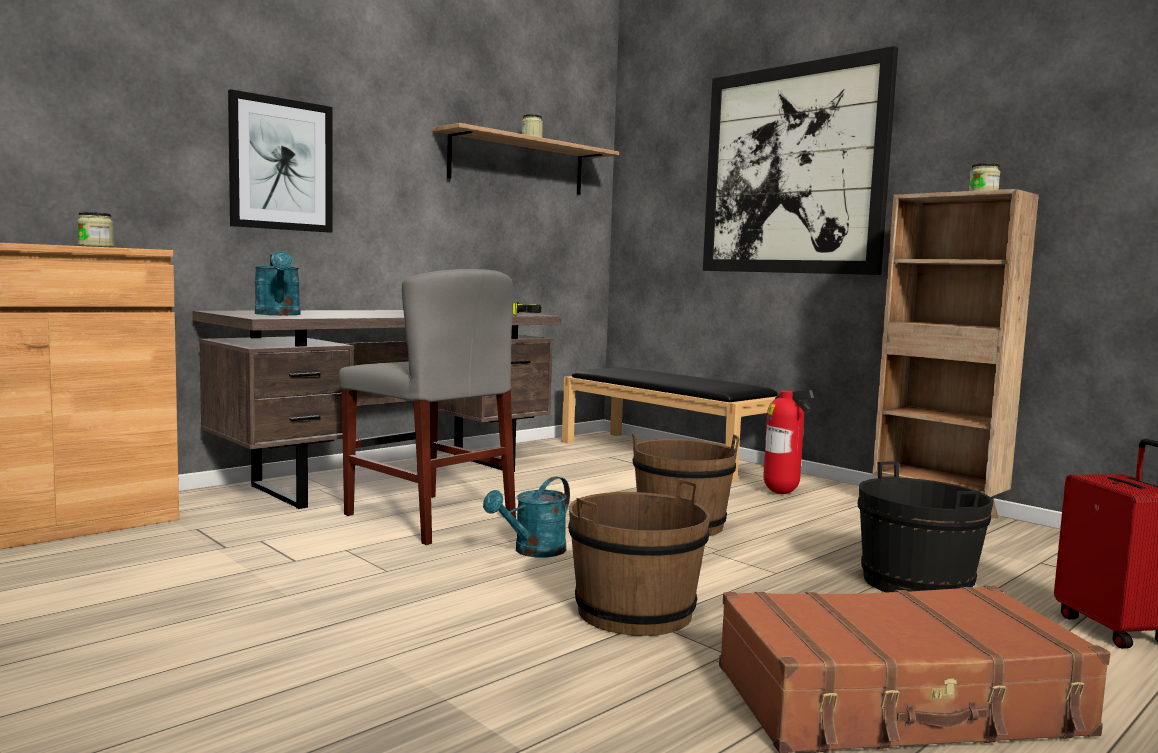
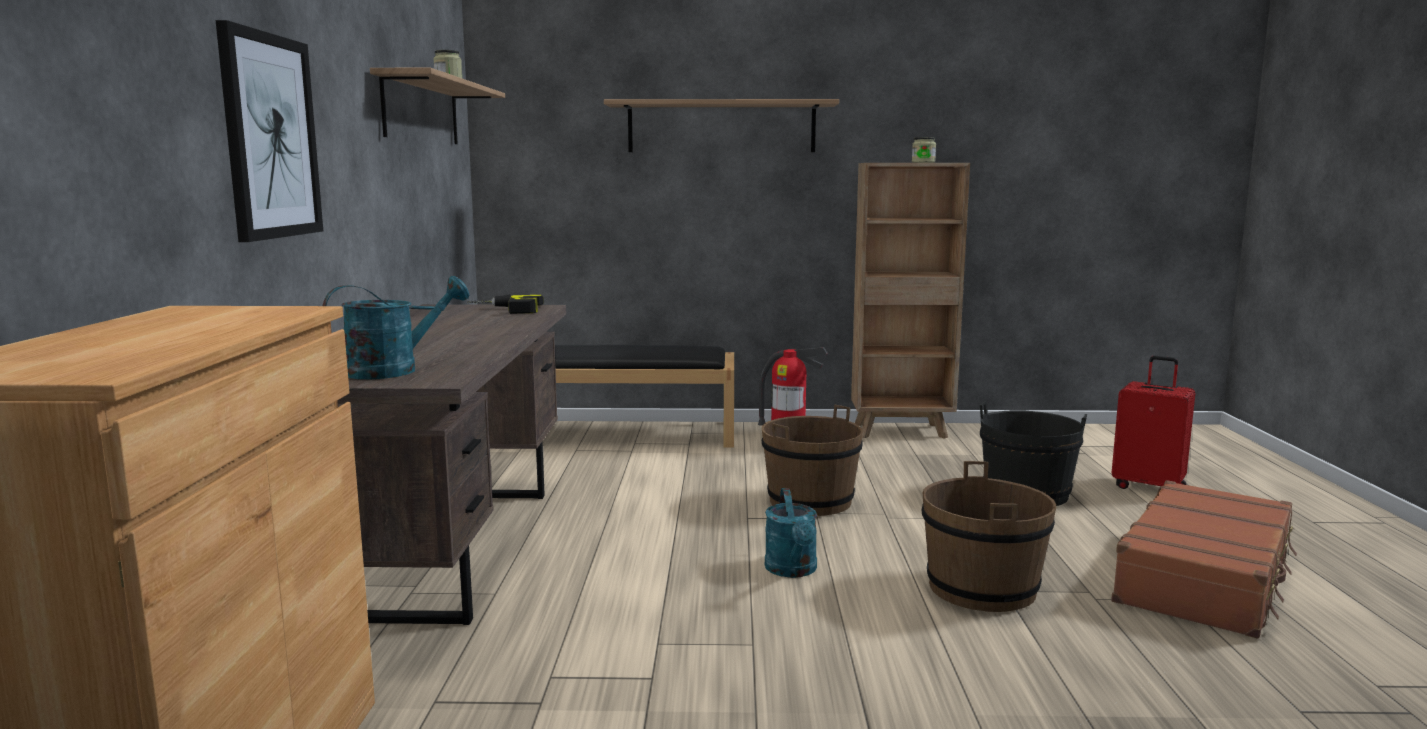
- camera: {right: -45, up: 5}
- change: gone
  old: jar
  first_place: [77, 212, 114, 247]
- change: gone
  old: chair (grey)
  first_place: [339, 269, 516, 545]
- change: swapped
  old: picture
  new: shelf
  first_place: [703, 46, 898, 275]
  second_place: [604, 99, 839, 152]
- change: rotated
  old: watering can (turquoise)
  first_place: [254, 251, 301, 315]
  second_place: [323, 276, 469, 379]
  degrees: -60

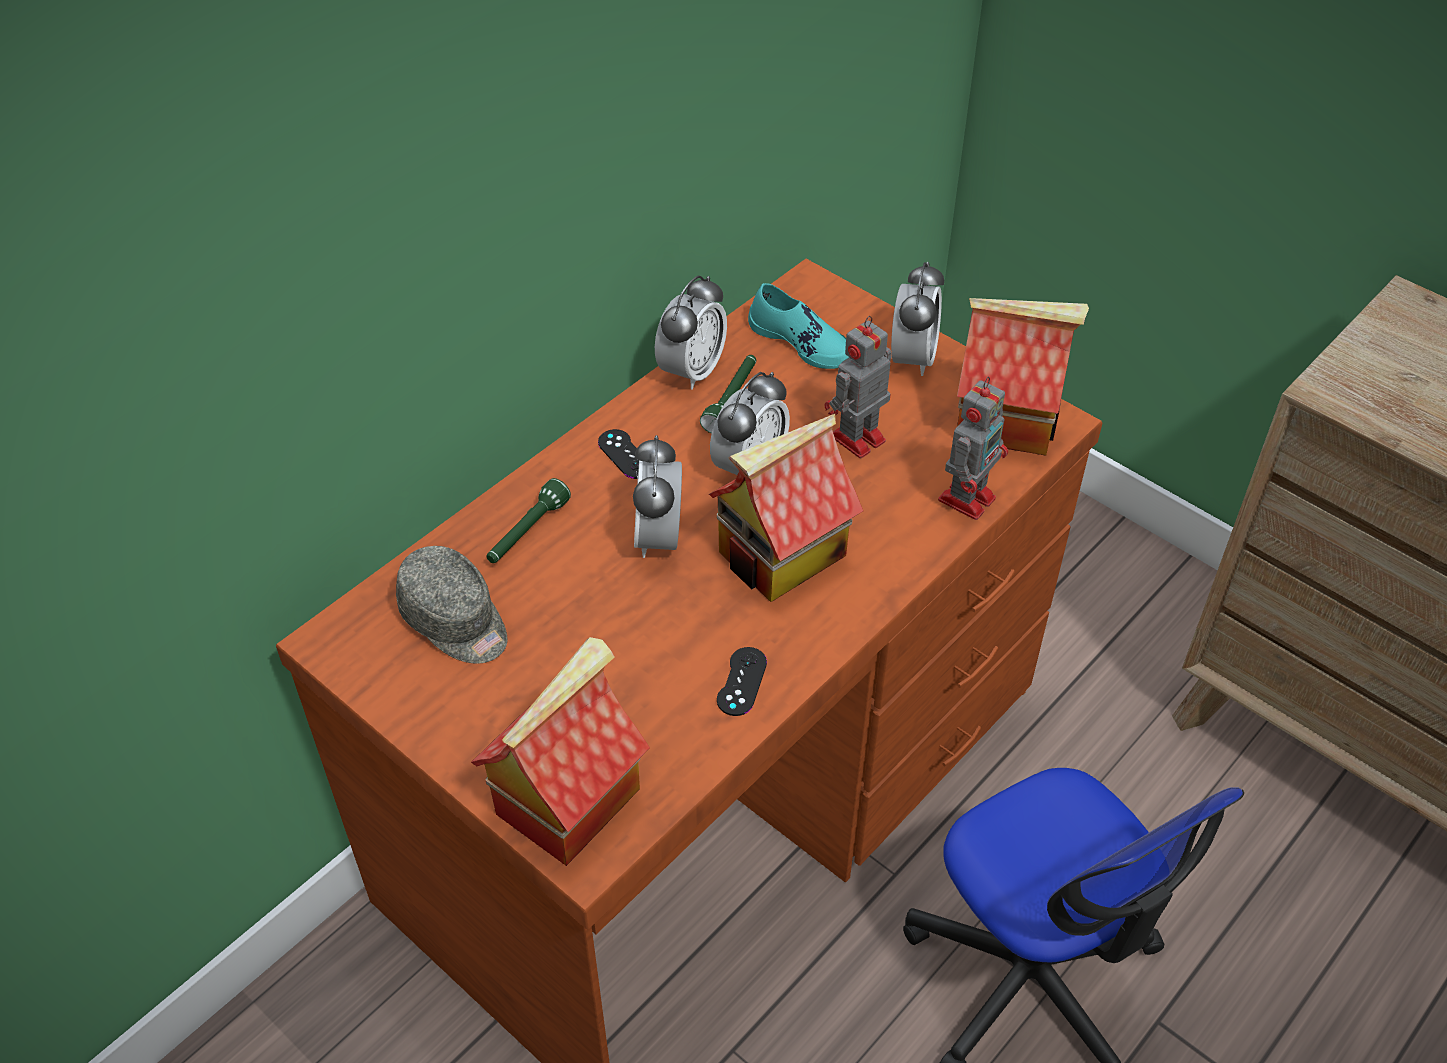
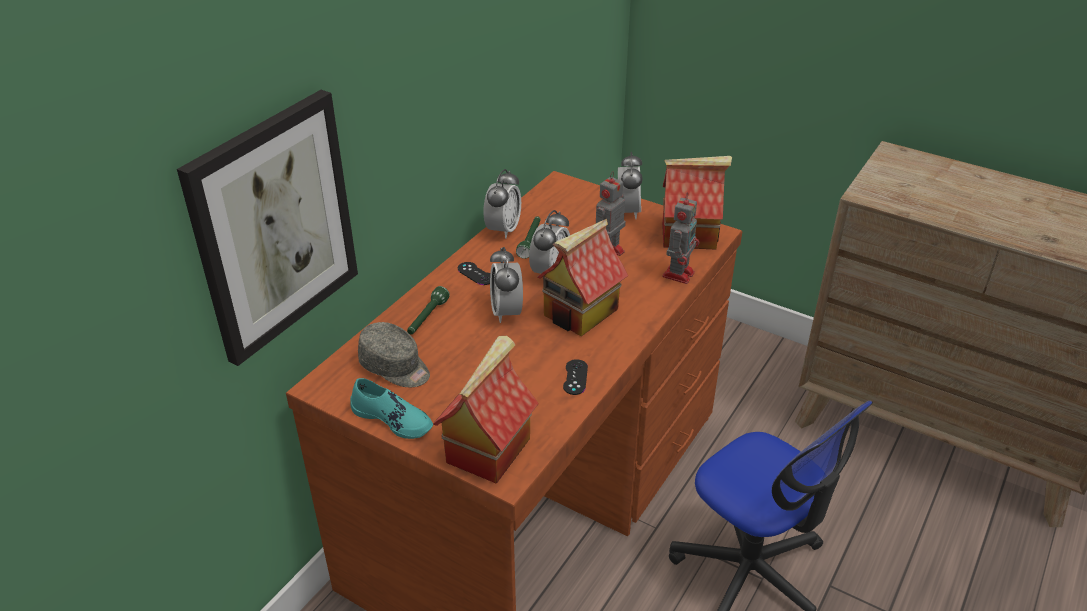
- camera: {right: -10, up: -10}
- change: new
  new: picture
  second_place: [177, 90, 358, 366]
- change: shifted
  old: shoe (turquoise)
  first_place: [748, 283, 848, 369]
  second_place: [350, 378, 433, 439]

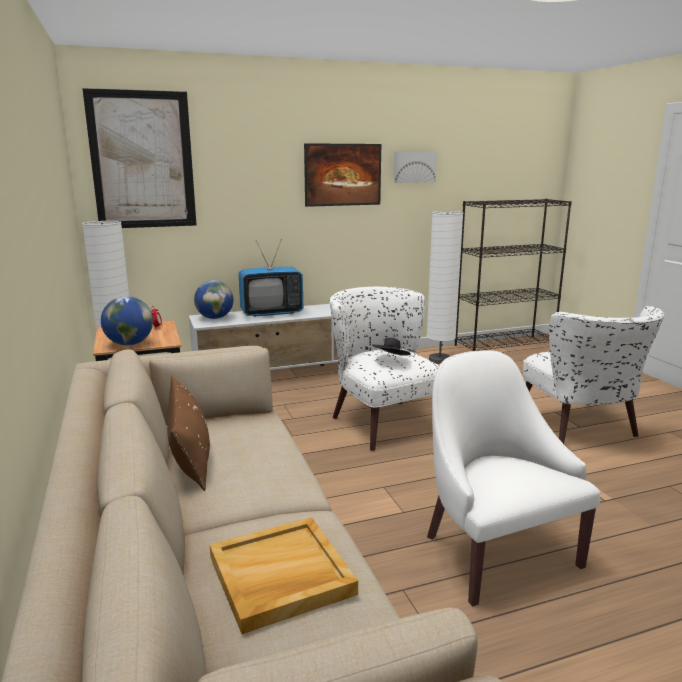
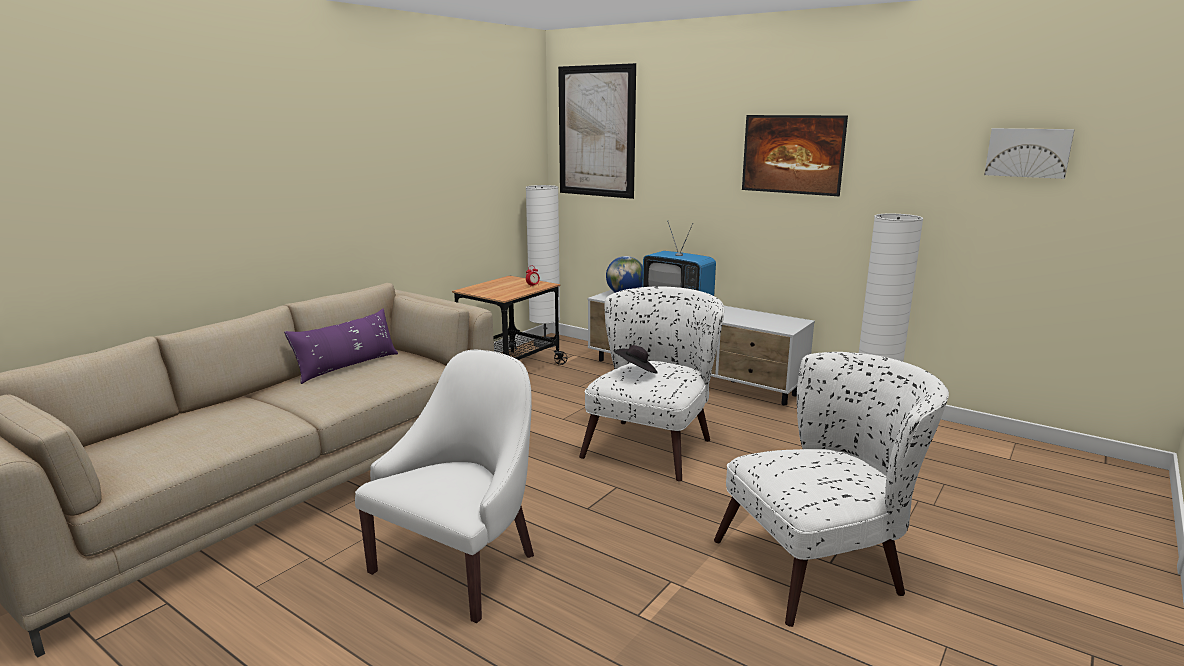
- camera: {right: 55, up: 0}
- change: gone
  old: globe
  first_place: [101, 296, 153, 345]
- change: gone
  old: tray (beige)
  first_place: [210, 517, 358, 634]
- change: gone
  old: bookcase (black)
  first_place: [455, 199, 572, 351]
- change: shifted
  old: picture
  first_place: [394, 151, 437, 183]
  second_place: [984, 128, 1075, 179]
- change: repainted
  old: pillow (brown)
  new: pillow (purple)
  first_place: [167, 376, 210, 491]
  second_place: [284, 309, 398, 384]
- change: rotated
  old: armchair (white)
  first_place: [523, 306, 664, 444]
  second_place: [714, 352, 949, 627]
  degrees: -150

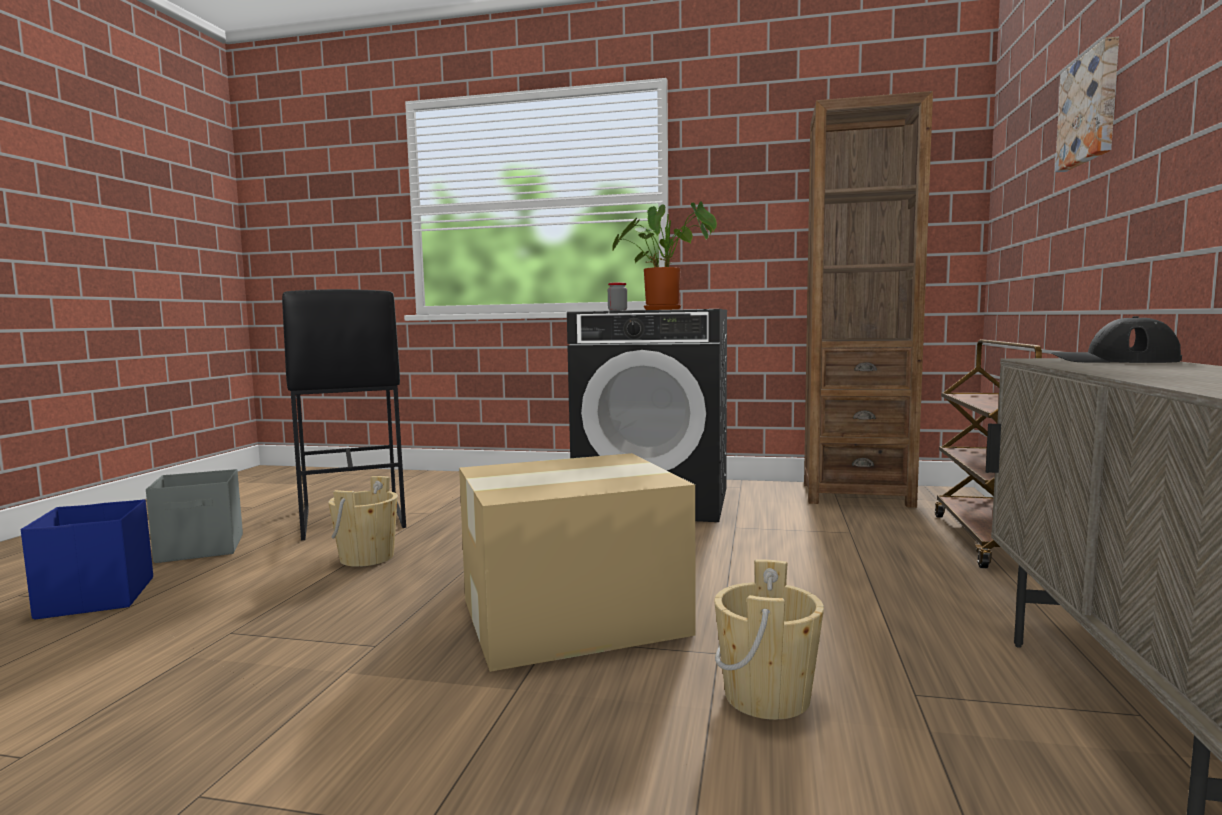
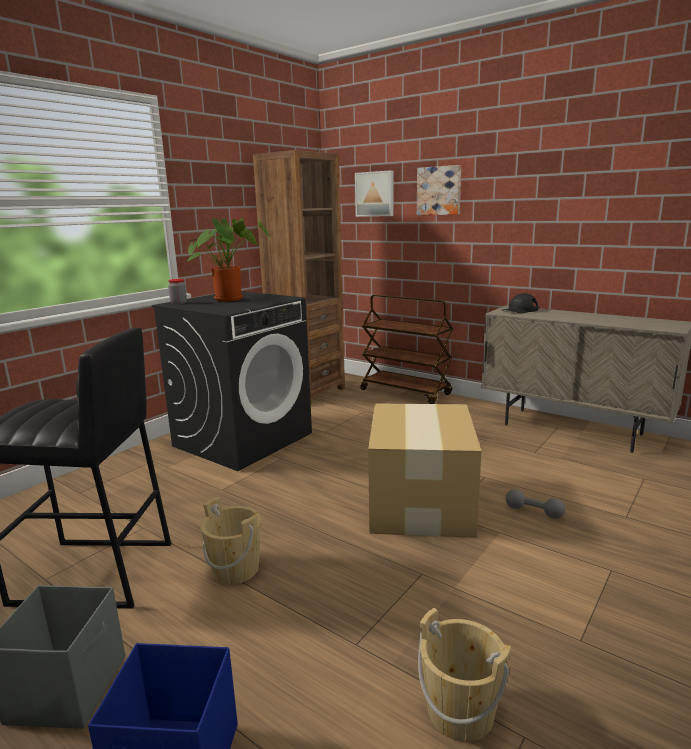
- camera: {right: -65, up: 10}
- change: new
  new: picture
  second_place: [355, 170, 393, 217]
- change: new
  new: dumbbell (grey)
  second_place: [506, 489, 565, 519]
- change: shifted
  old: bucket (beige)
  first_place: [714, 559, 824, 720]
  second_place: [418, 608, 511, 742]

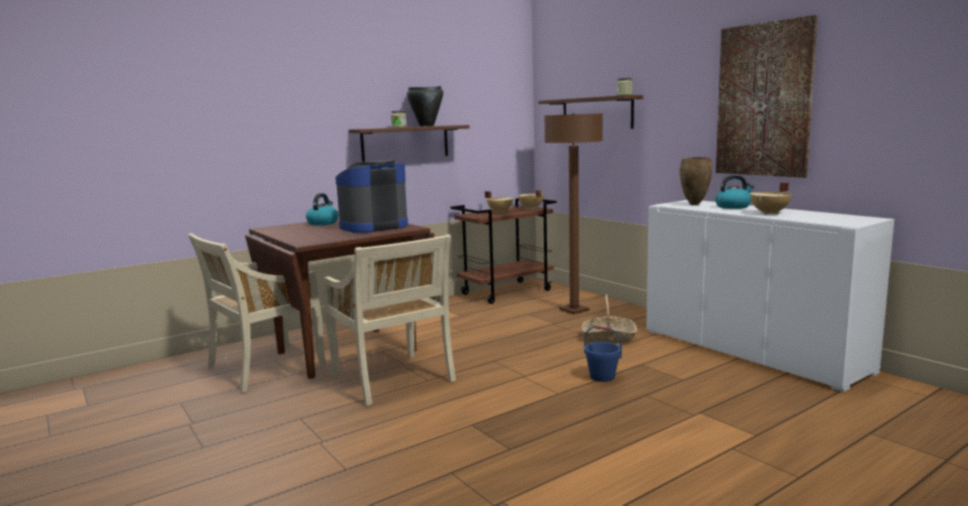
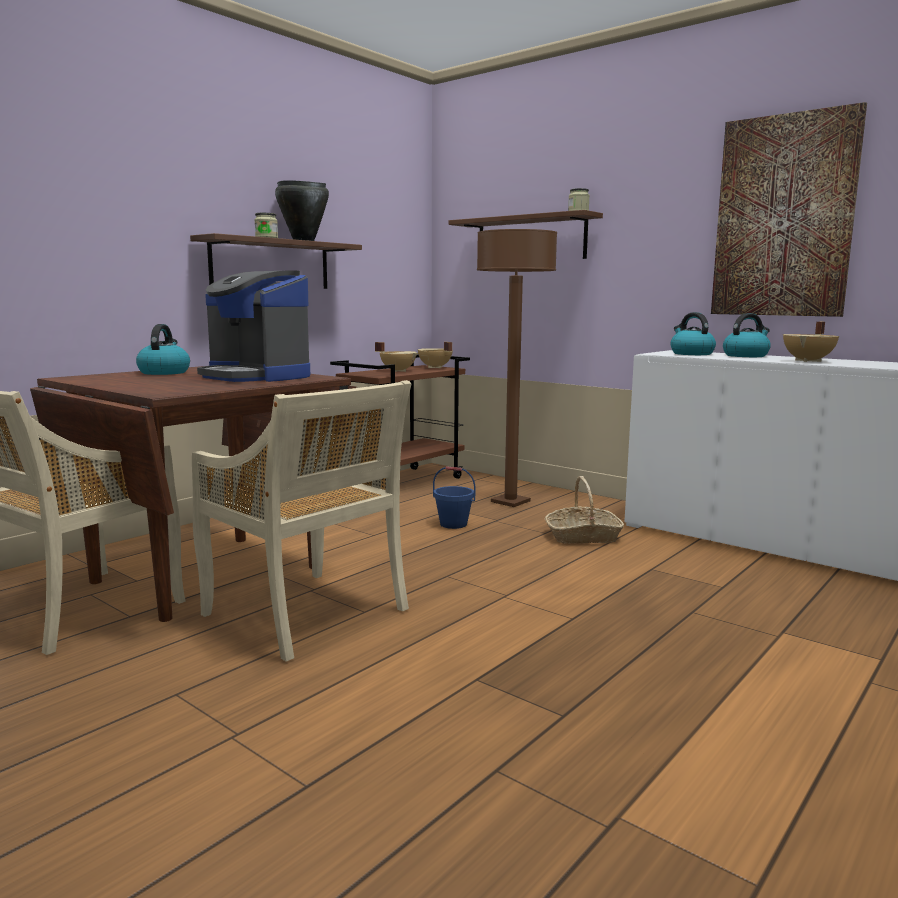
- camera: {right: -15, up: 0}
- change: shifted
  old: bucket (blue)
  first_place: [584, 326, 622, 382]
  second_place: [433, 466, 476, 529]
- change: swapped
  old: vase (brown)
  new: kettle
  first_place: [680, 157, 712, 205]
  second_place: [671, 312, 716, 355]
- change: rotated
  old: coffee machine
  first_place: [335, 160, 408, 233]
  second_place: [197, 270, 310, 382]
  degrees: -90

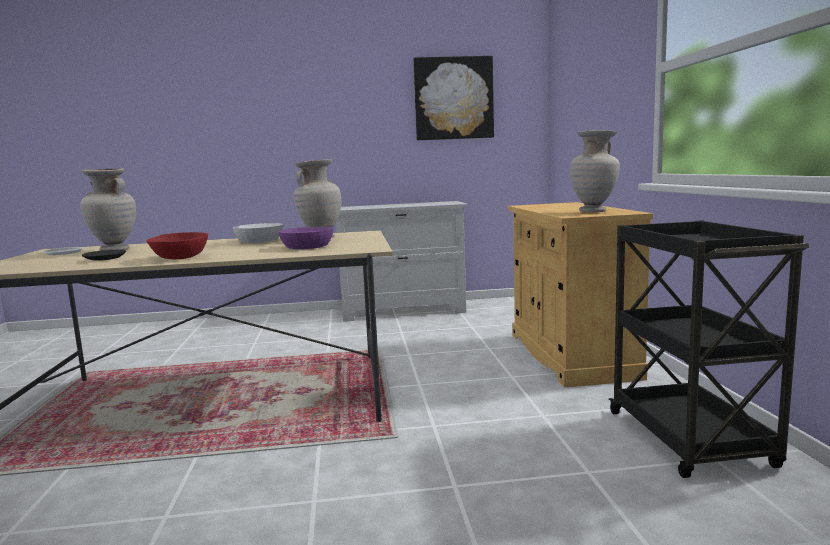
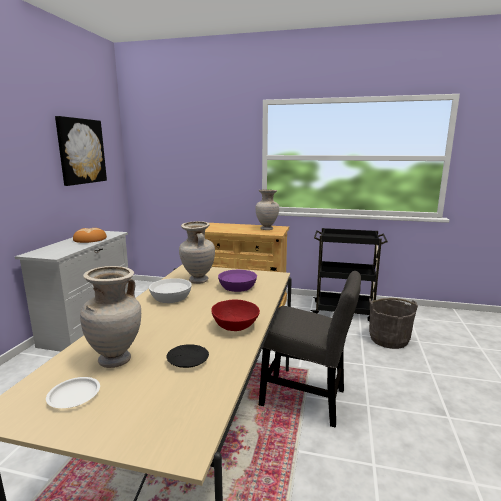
- camera: {right: -70, up: 5}
- change: new
  new: bread
  second_place: [73, 228, 107, 243]
- change: new
  new: chair (grey)
  second_place: [259, 271, 361, 428]
- change: new
  new: bucket (grey)
  second_place: [369, 298, 418, 349]

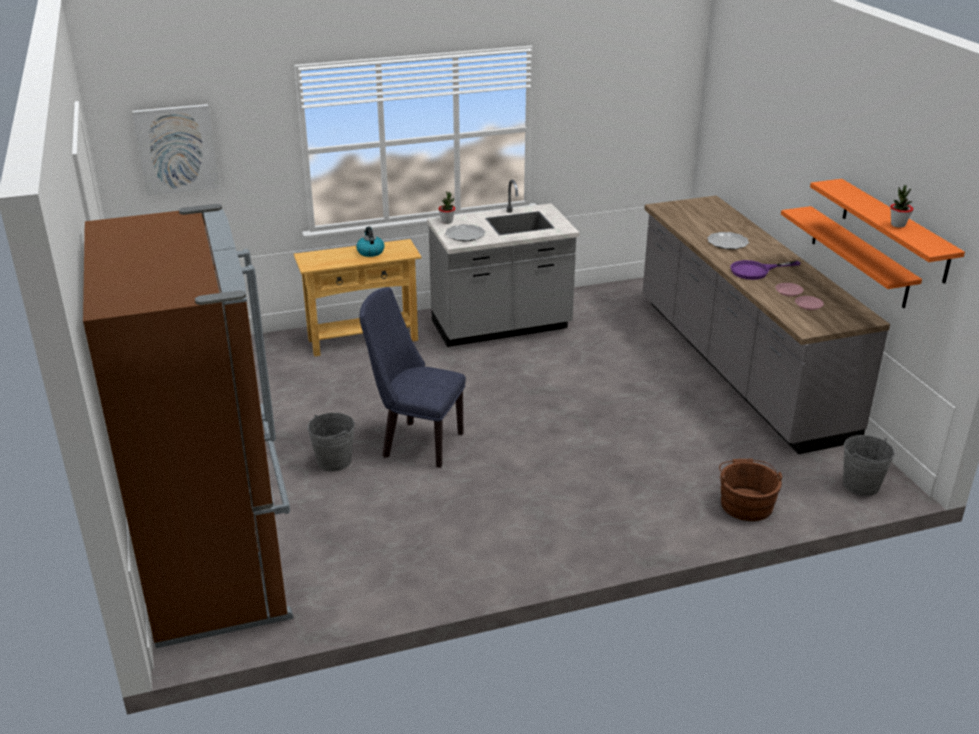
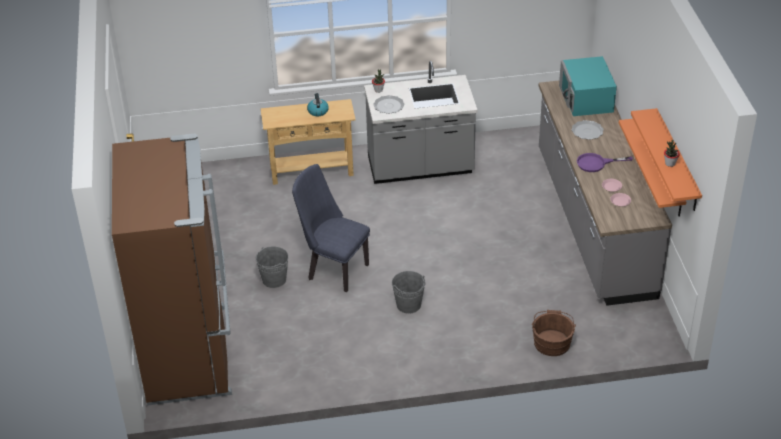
- camera: {right: 10, up: 10}
- change: gone
  old: picture
  first_place: [132, 104, 220, 196]
- change: new
  new: microwave (turquoise)
  second_place: [559, 56, 617, 116]
- change: shifted
  old: bucket (grey)
  first_place: [843, 435, 895, 496]
  second_place: [392, 271, 425, 314]

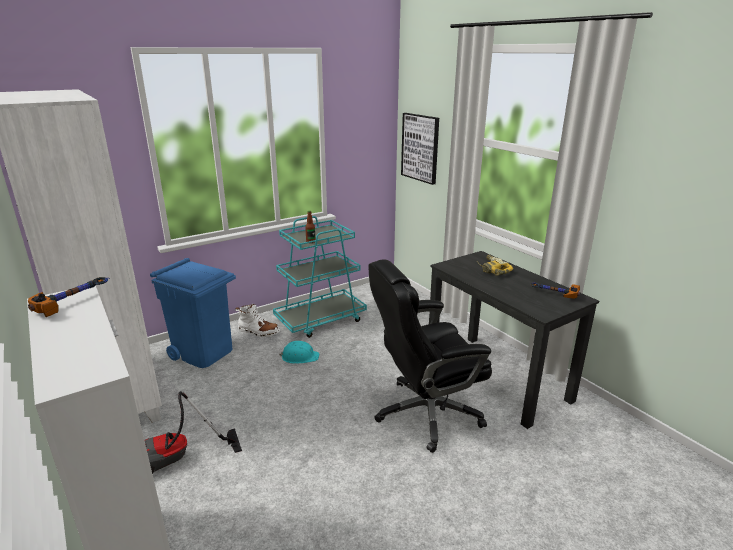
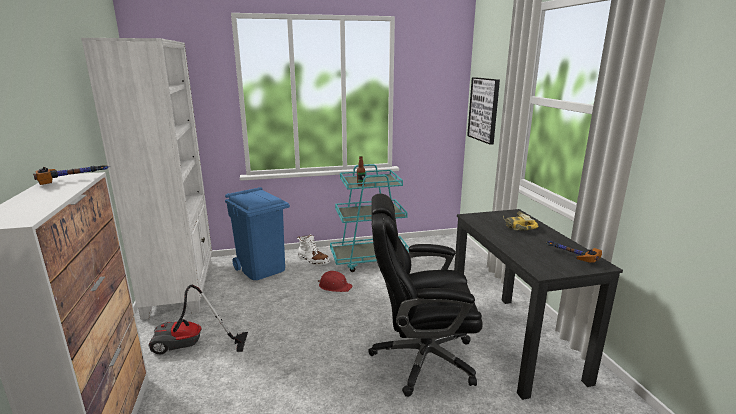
- camera: {right: 20, up: -5}
- change: repainted
  old: hard hat (turquoise)
  new: hard hat (red)
  first_place: [279, 341, 319, 364]
  second_place: [318, 271, 353, 292]

